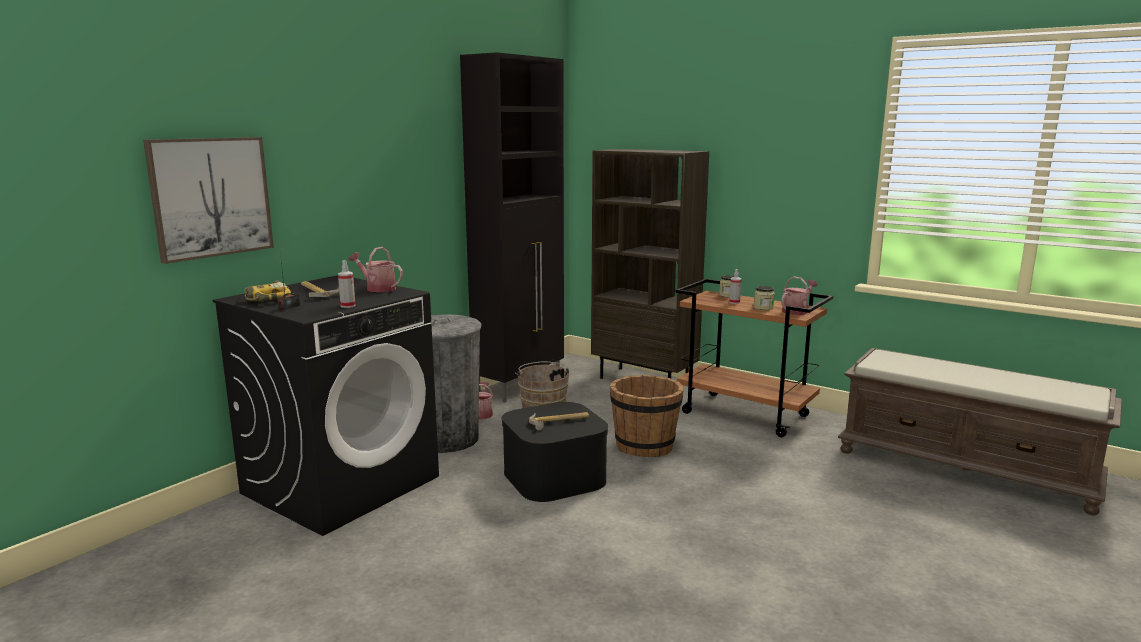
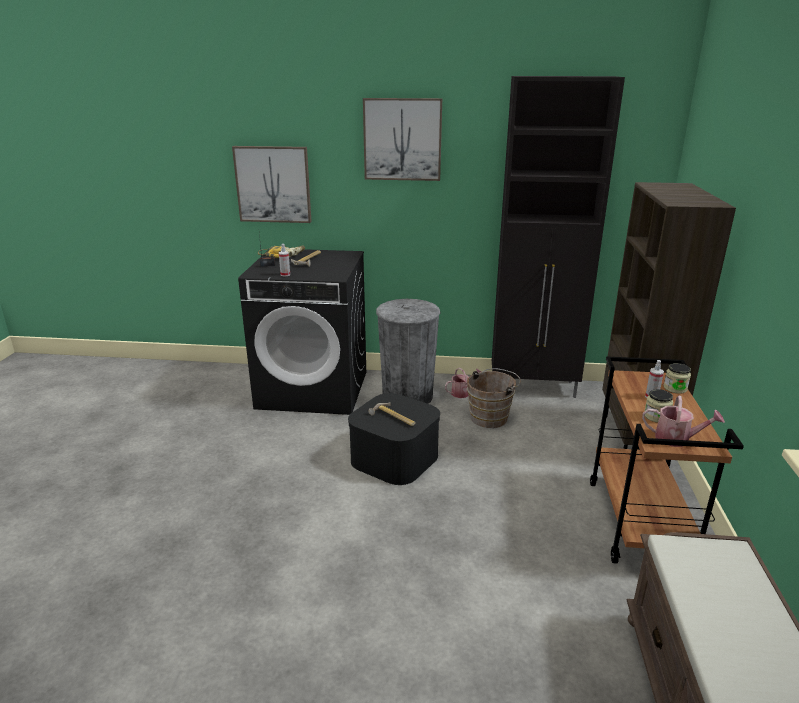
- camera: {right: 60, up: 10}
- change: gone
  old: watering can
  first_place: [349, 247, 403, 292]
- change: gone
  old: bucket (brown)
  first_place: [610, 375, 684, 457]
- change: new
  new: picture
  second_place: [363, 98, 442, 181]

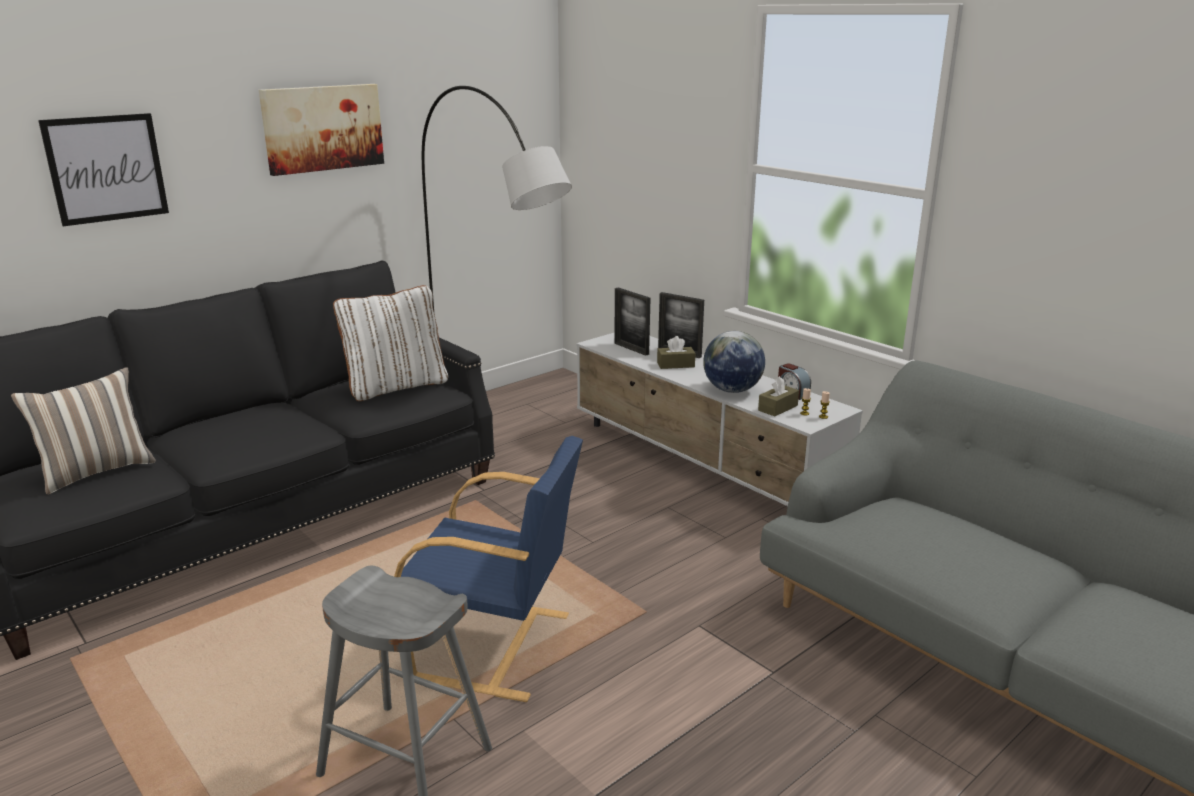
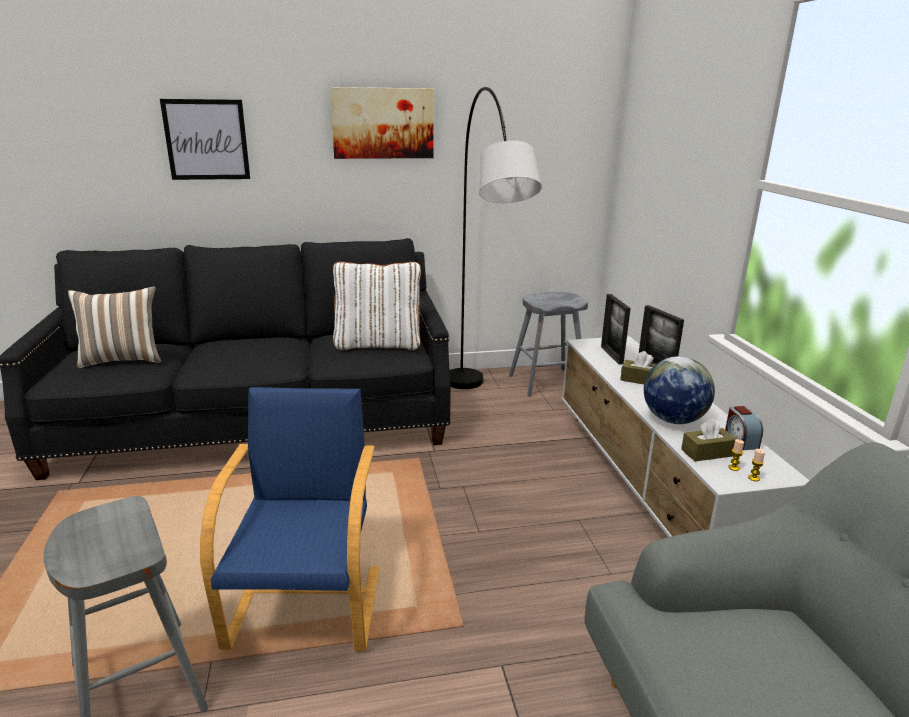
- camera: {right: 30, up: 0}
- change: new
  new: stool (grey)
  second_place: [509, 292, 588, 397]
- change: rotated
  old: armchair (blue)
  first_place: [394, 436, 583, 702]
  second_place: [200, 387, 379, 651]
  degrees: -135

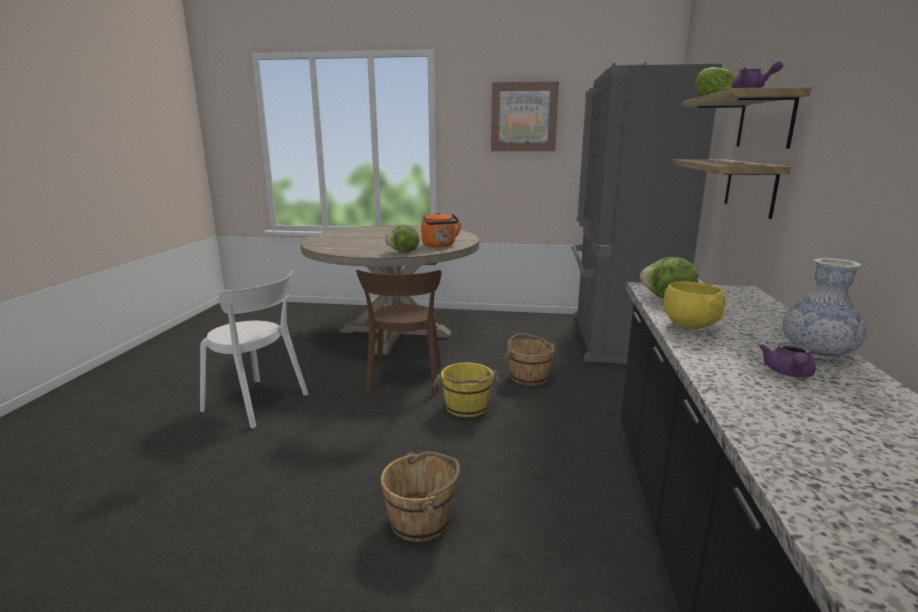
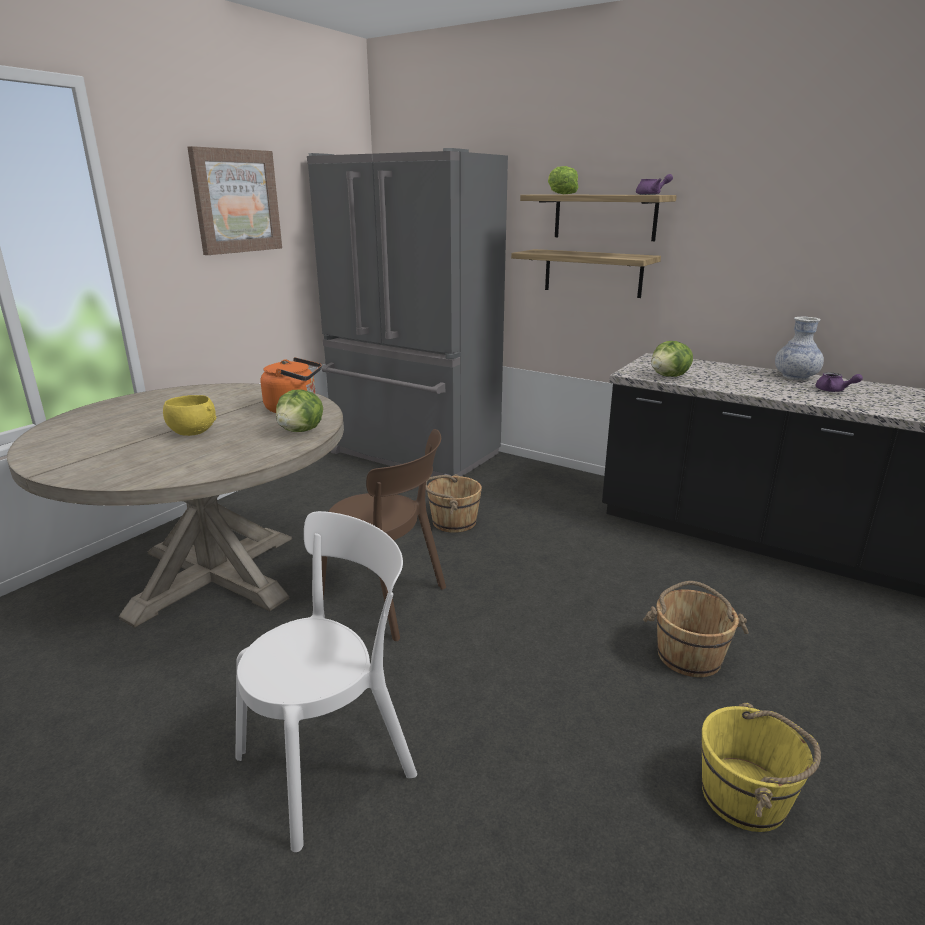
- camera: {right: -65, up: 5}
- change: shifted
  old: bucket (yellow)
  first_place: [433, 363, 500, 417]
  second_place: [702, 703, 821, 832]
- change: shifted
  old: bowl (yellow)
  first_place: [664, 282, 725, 329]
  second_place: [163, 395, 216, 436]

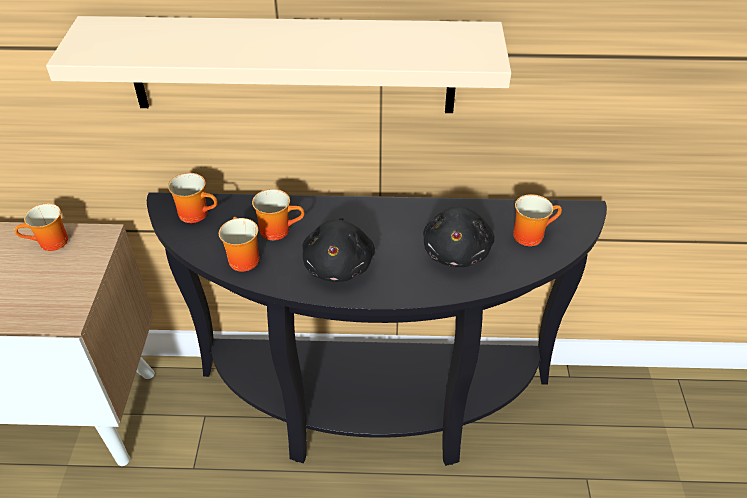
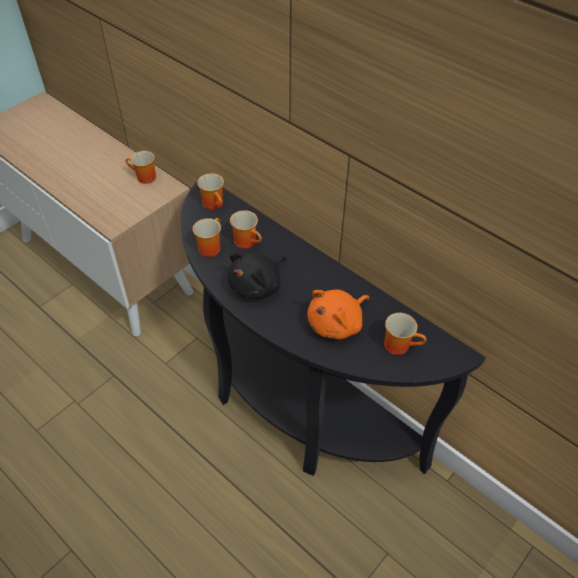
- camera: {right: 40, up: 5}
- change: gone
  old: shelf (beige)
  first_place: [46, 16, 511, 113]
- change: repainted
  old: plush toy (black)
  new: plush toy (orange)
  first_place: [423, 206, 495, 267]
  second_place: [307, 290, 369, 339]

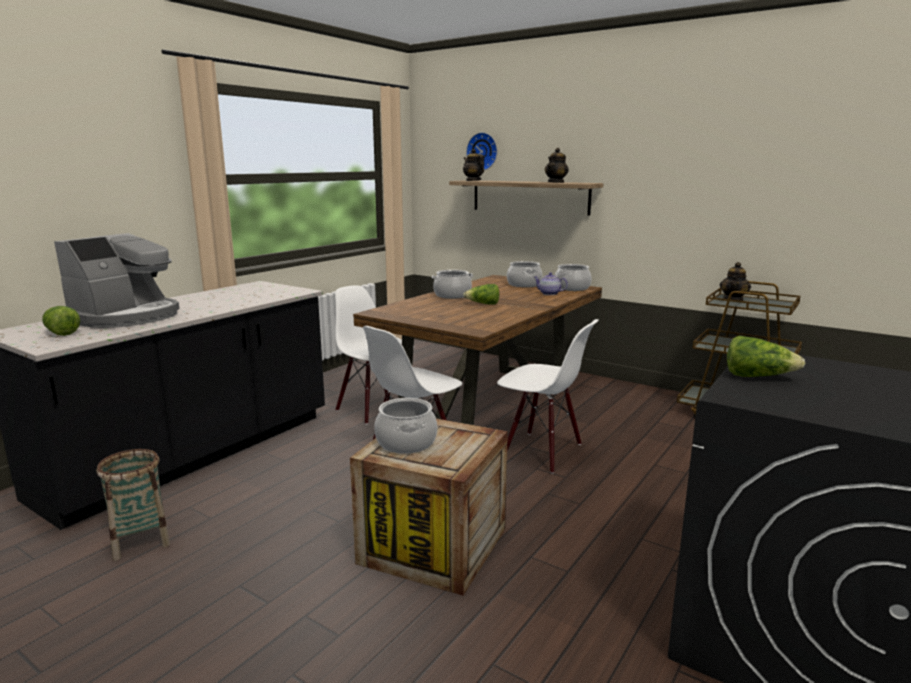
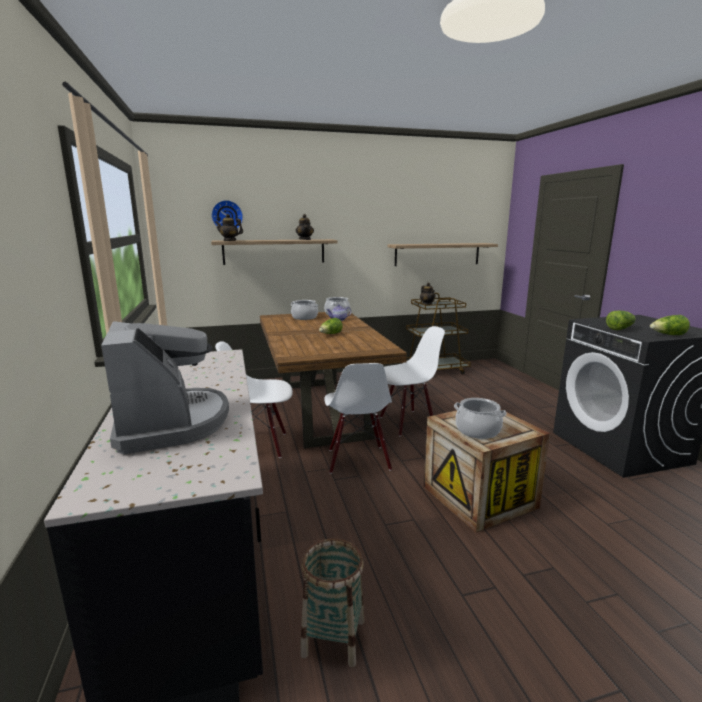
- camera: {right: -50, up: 0}
- change: gone
  old: cooking pot
  first_place: [431, 270, 473, 299]
- change: new
  new: shelf
  second_place: [388, 243, 498, 266]
- change: shifted
  old: lettuce
  first_place: [42, 306, 80, 336]
  second_place: [650, 315, 690, 335]

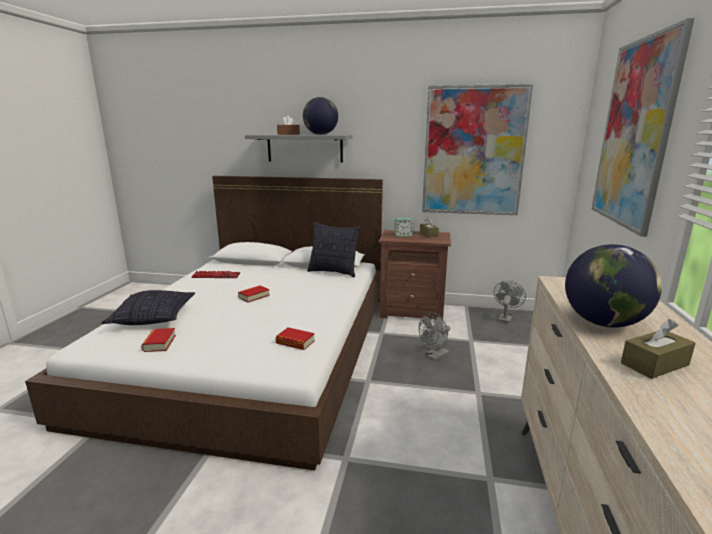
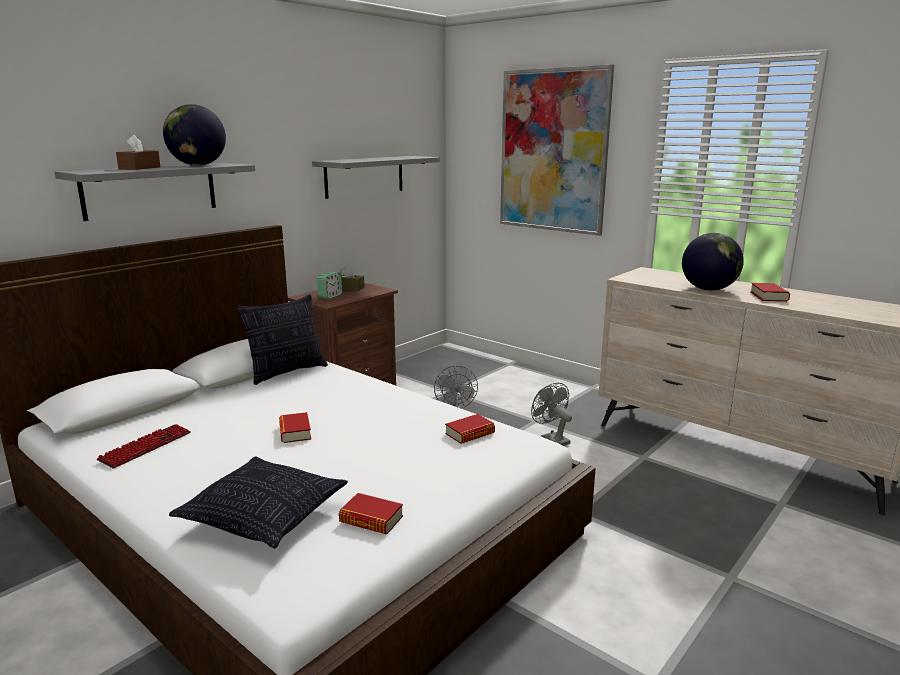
- camera: {right: -60, up: 0}
- change: shifted
  old: fan (grey)
  first_place: [494, 281, 526, 323]
  second_place: [531, 383, 572, 446]
- change: swapped
  old: picture
  new: shelf (grey)
  first_place: [422, 84, 533, 215]
  second_place: [312, 156, 440, 199]
- change: swapped
  old: tissue box (brown)
  new: book
  first_place: [621, 319, 696, 379]
  second_place: [750, 283, 790, 302]

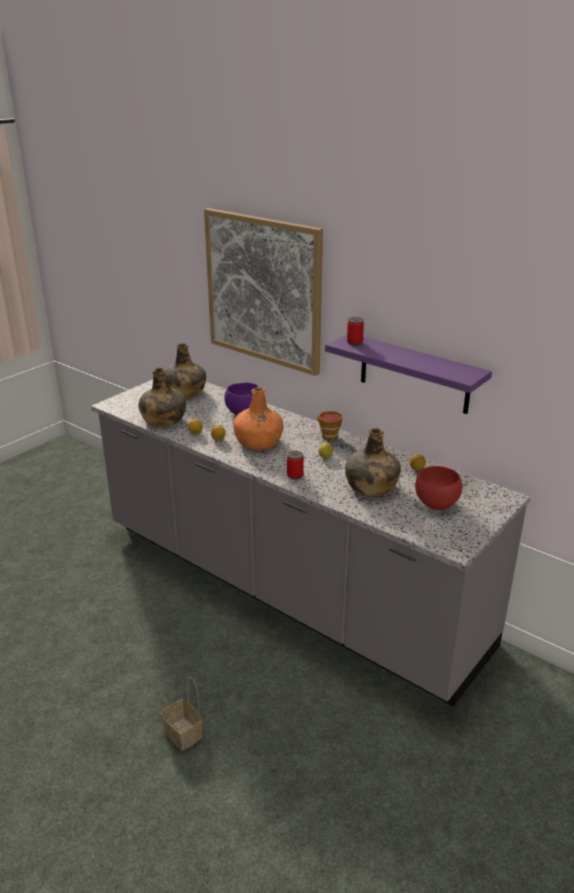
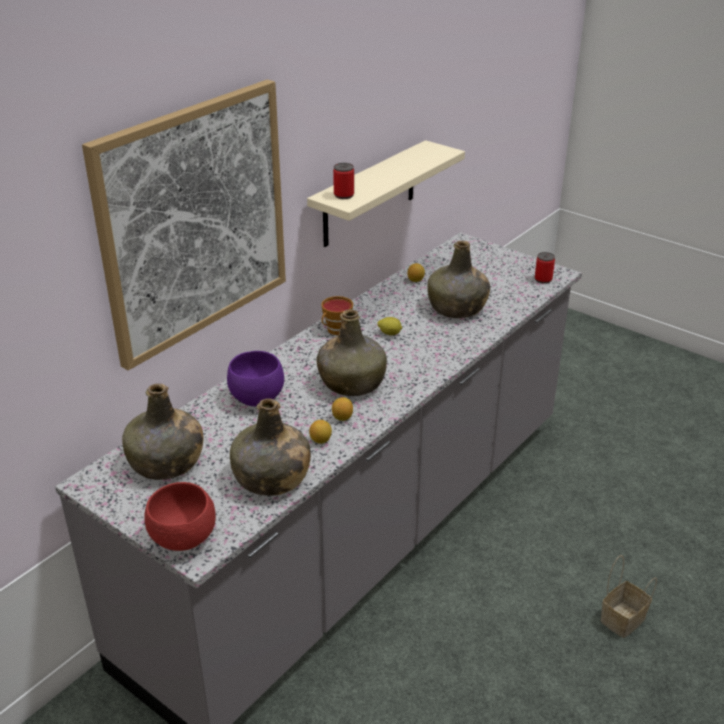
- camera: {right: -90, up: 5}
- change: shifted
  old: can
  first_place: [287, 451, 304, 479]
  second_place: [535, 252, 555, 284]
- change: shifted
  old: bowl (red)
  first_place: [415, 466, 462, 510]
  second_place: [145, 482, 216, 551]
- change: repainted
  old: bottle (orange)
  new: bottle (green)
  first_place: [233, 387, 284, 450]
  second_place: [317, 309, 387, 396]
- change: repainted
  old: shelf (purple)
  new: shelf (beige)
  first_place: [325, 334, 492, 414]
  second_place: [307, 140, 465, 247]

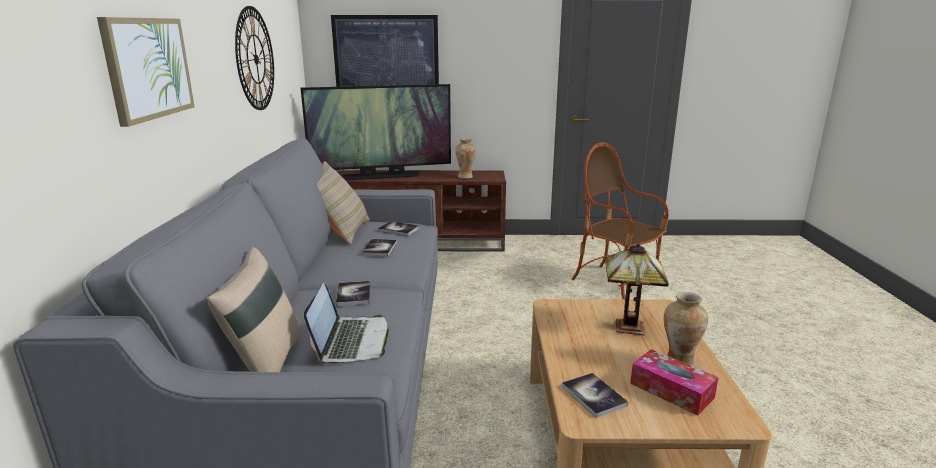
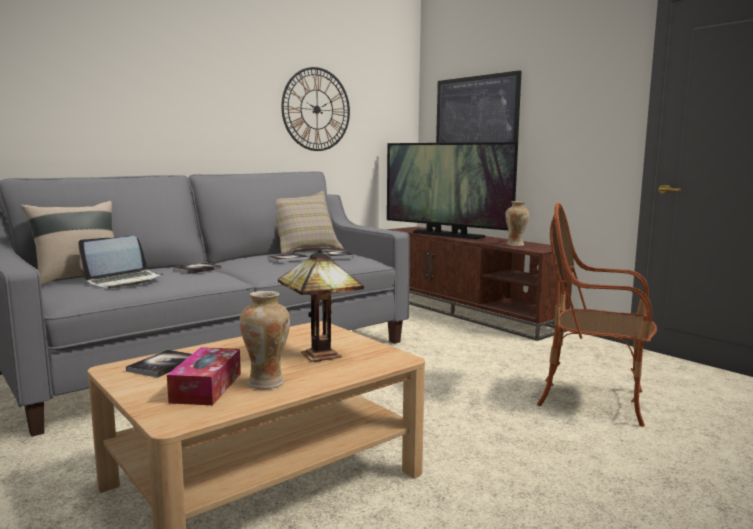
- camera: {right: 50, up: -10}
- change: gone
  old: picture
  first_place: [97, 17, 195, 127]
- change: rotated
  old: armchair
  first_place: [572, 142, 669, 299]
  second_place: [537, 203, 657, 427]
  degrees: -75

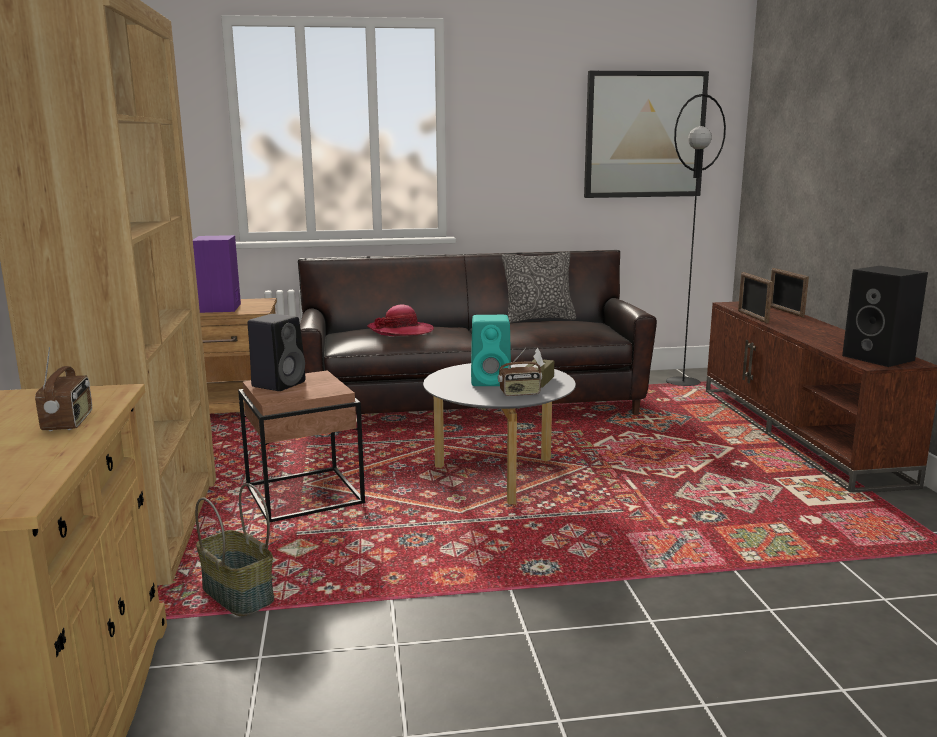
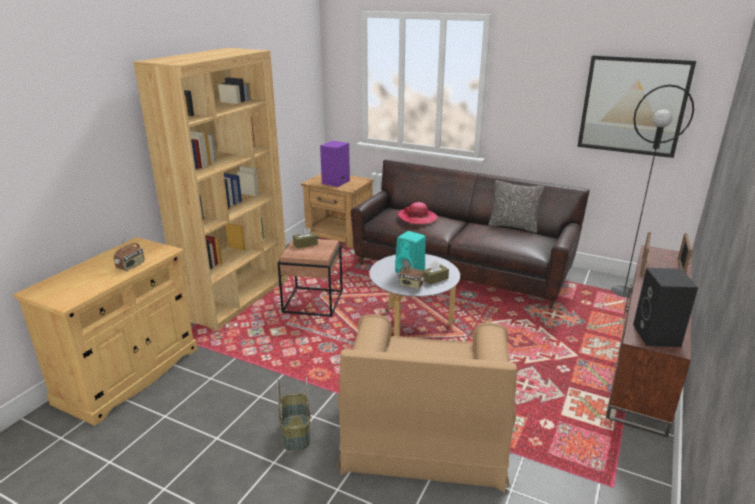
- camera: {right: 35, up: 10}
- change: new
  new: armchair (brown)
  second_place: [336, 314, 517, 493]
- change: shifted
  old: basket
  first_place: [195, 483, 274, 616]
  second_place: [277, 377, 311, 451]
- change: swapped
  old: speaker (black)
  new: tissue box (brown)
  first_place: [248, 314, 305, 391]
  second_place: [293, 227, 318, 248]

